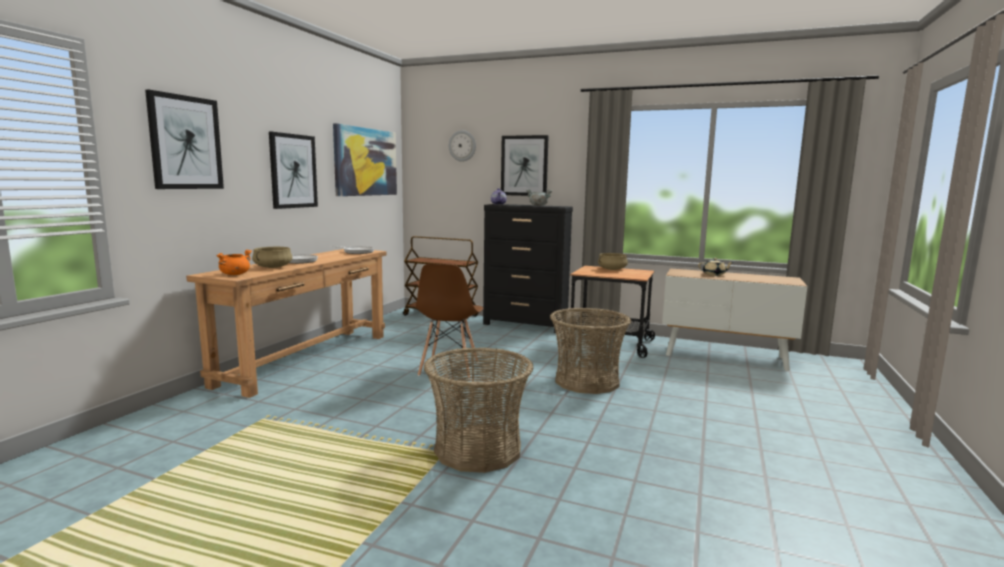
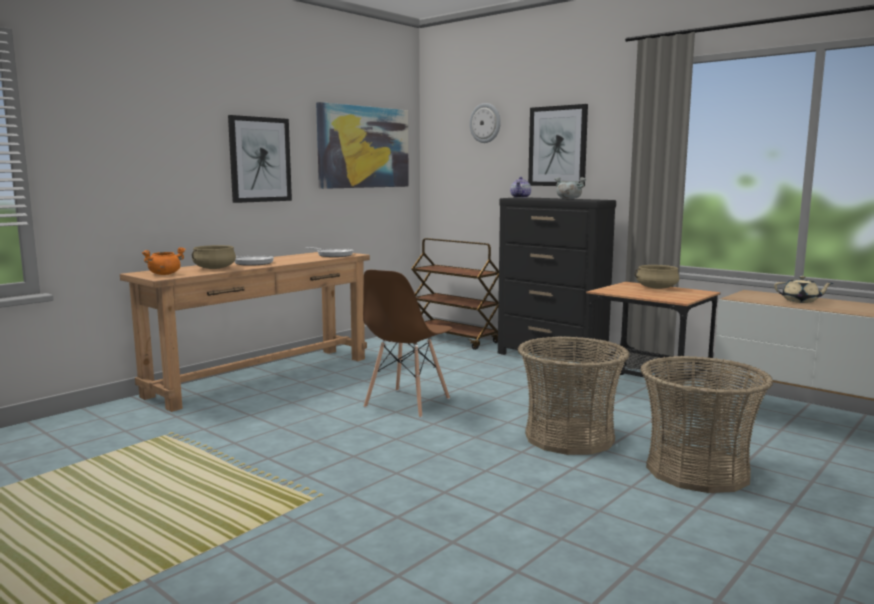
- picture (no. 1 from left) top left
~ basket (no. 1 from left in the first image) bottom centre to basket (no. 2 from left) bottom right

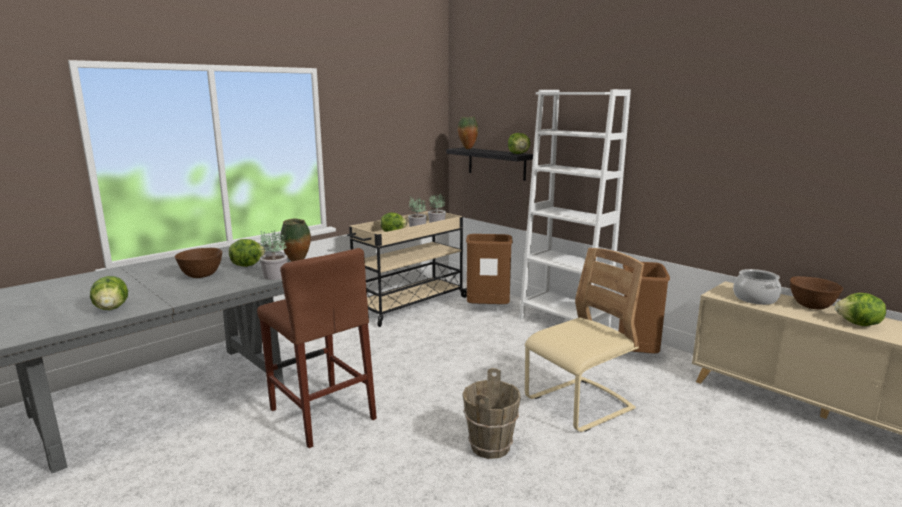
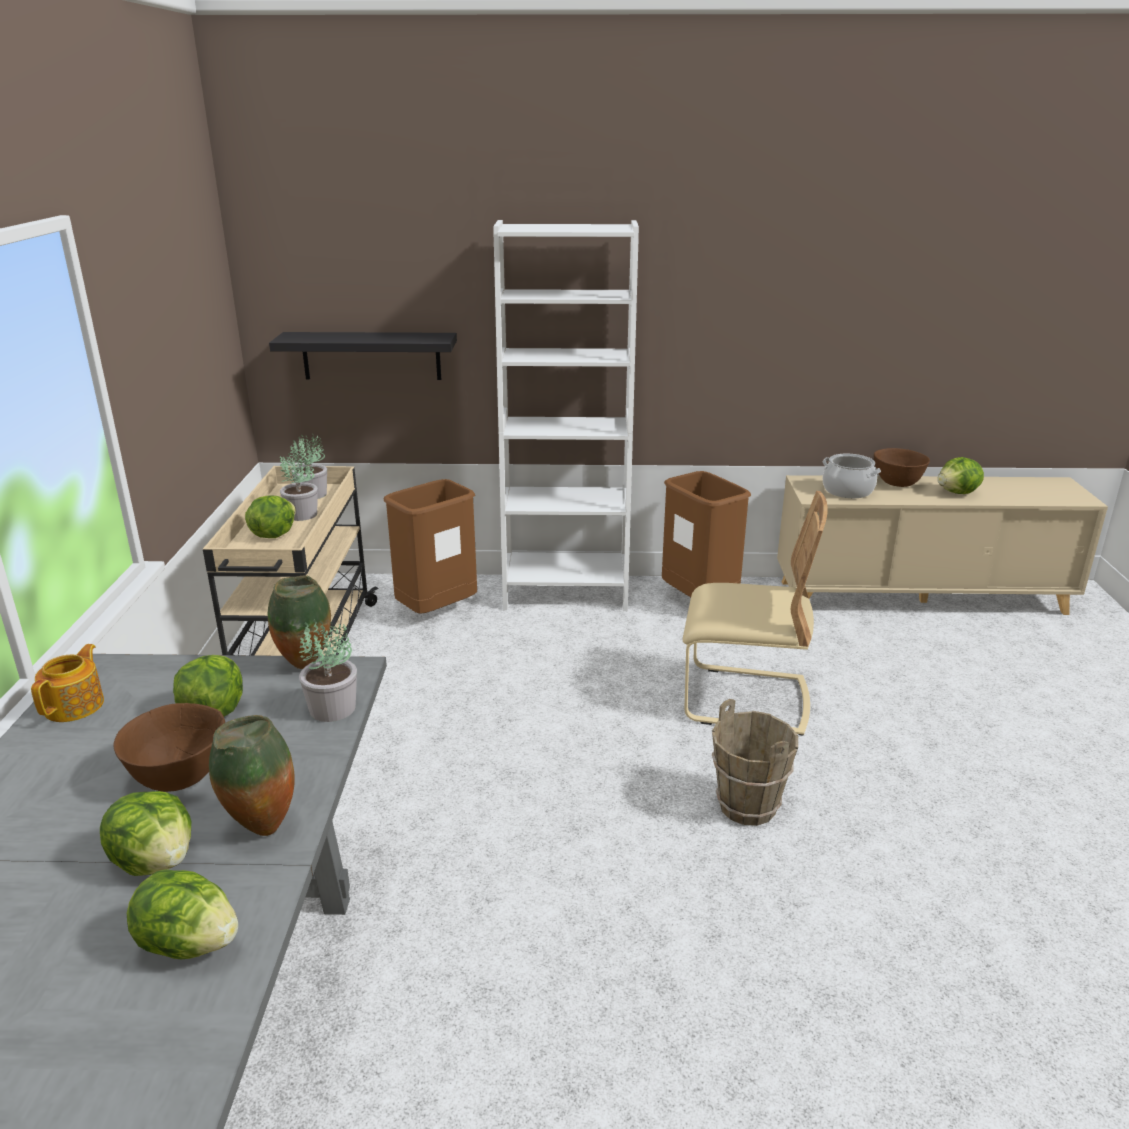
- sitting stool (brown) bottom centre
+ teapot middle left
~ decorative vase (no. 2 from left in the first image) top centre to decorative vase (no. 1 from left) bottom left
~ head of lettuce (no. 4 from left in the first image) top centre to head of lettuce (no. 1 from left) bottom left
~ chair (beige) bottom centre = middle right 90 degrees clockwise

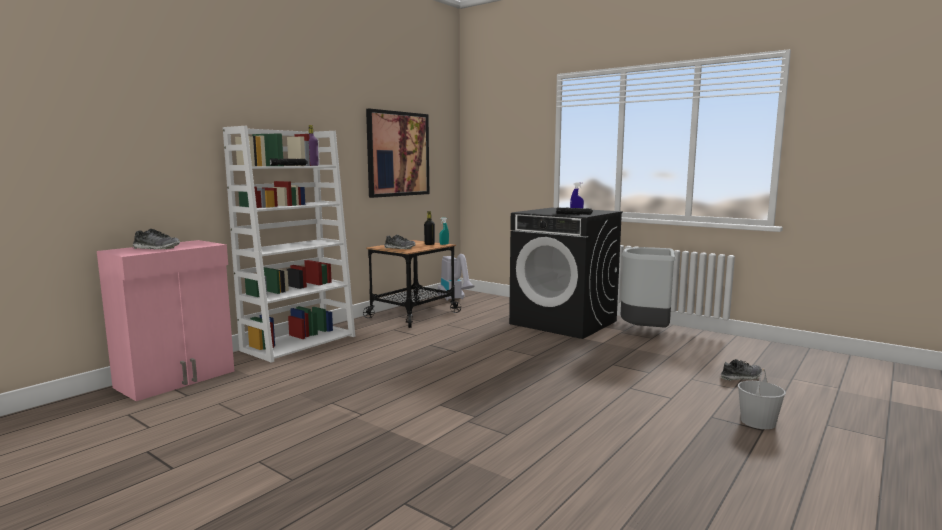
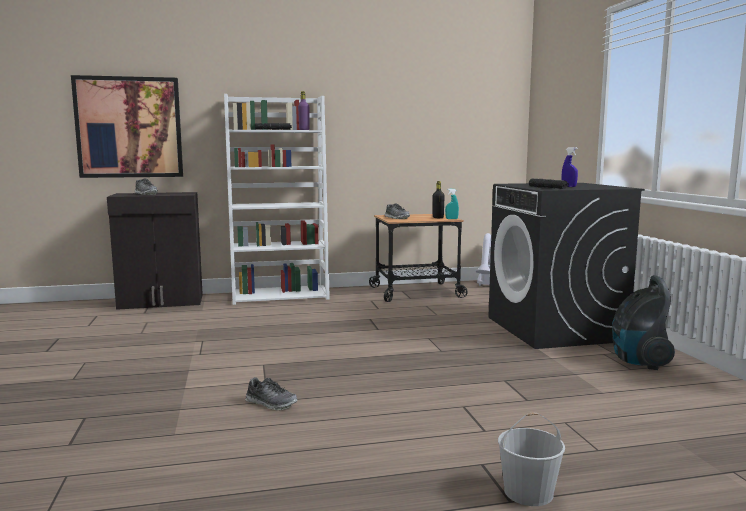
~ picture top centre to top left
~ low shoe (no. 3 from left in the first image) bottom right to low shoe (no. 2 from left) bottom centre
~ trash can (gray) middle right to hoover (no. 2 from left) middle right
~ cabinet (pink-coloured) middle left to cabinet (black) middle left

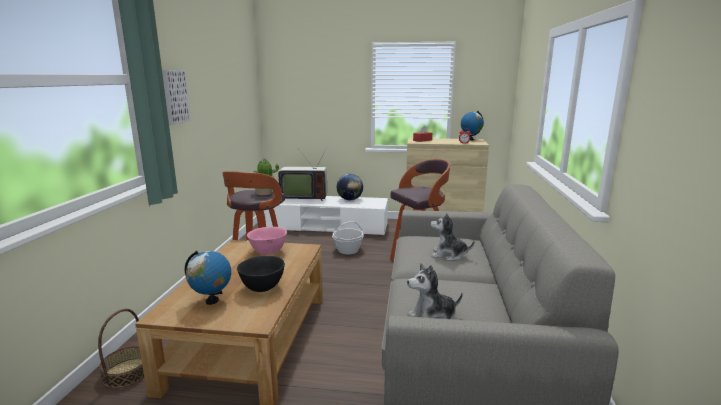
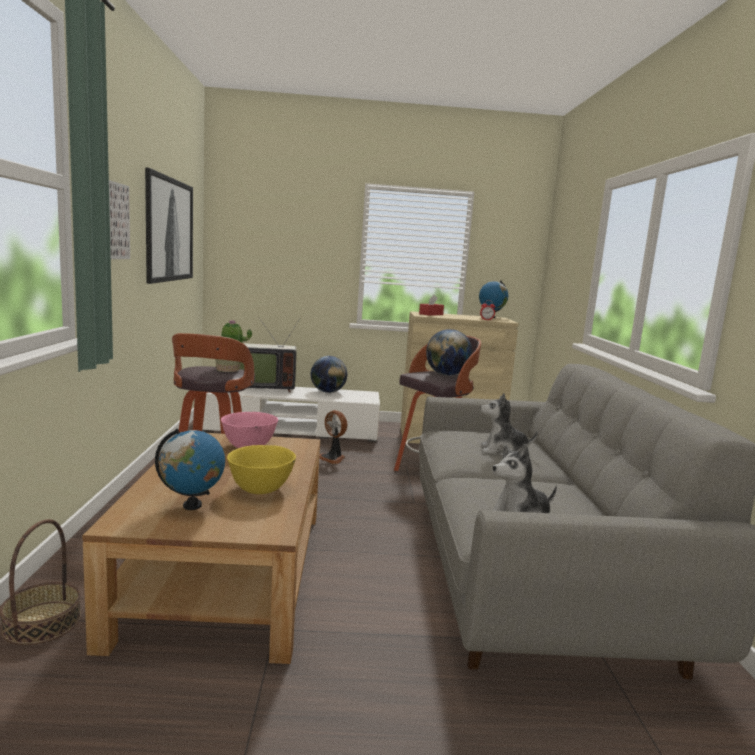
+ picture (no. 2 from left) top left
+ desk globe (no. 3 from left) centre
~ basket (no. 2 from left) centre to fan centre
~ deep dish (black) bottom centre to deep dish (yellow-coloured) centre

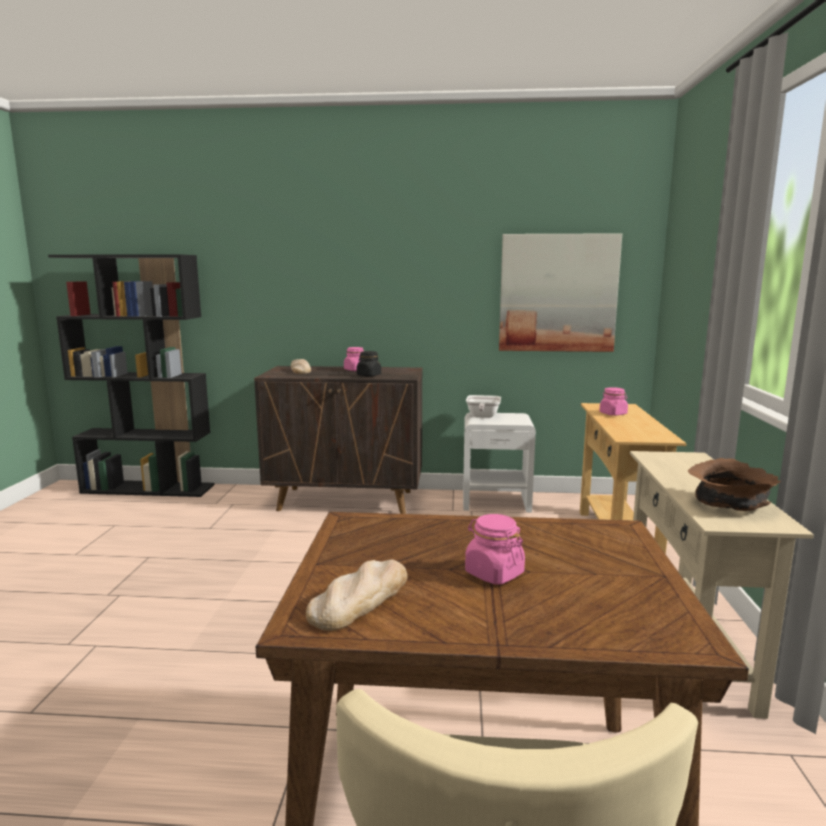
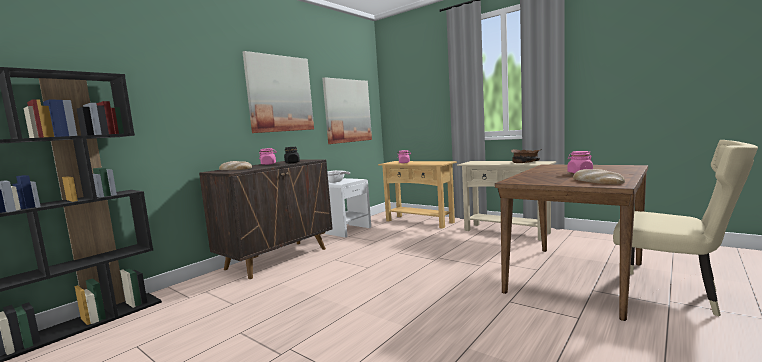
+ picture (no. 1 from left) top centre

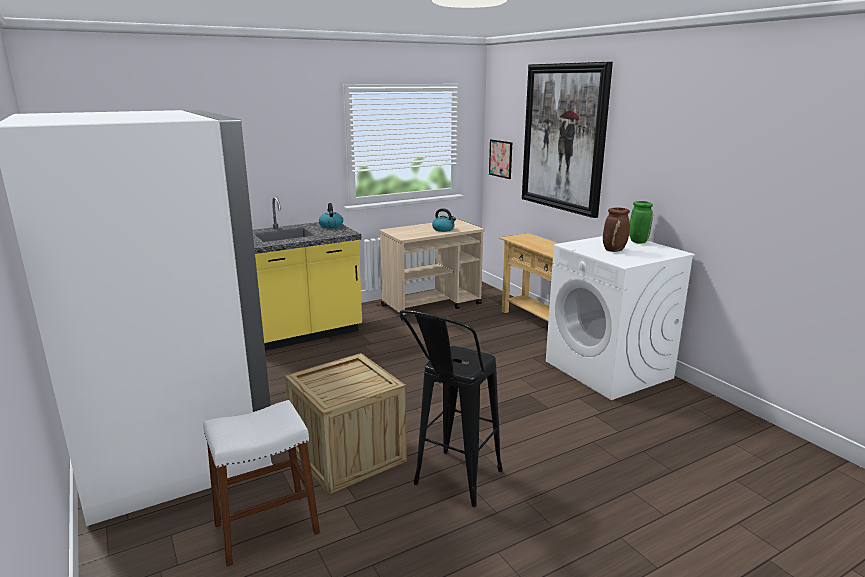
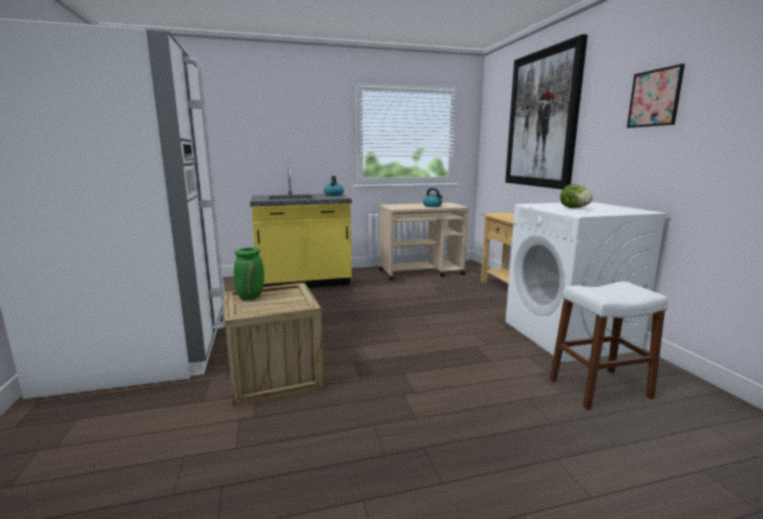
- sitting stool (black) bottom centre
~ sitting stool (white-coloured) bottom left to middle right
~ picture (no. 1 from left in the first image) top centre to picture (no. 2 from left) top right
~ decorative vase (green) middle right to middle left
~ decorative vase (brown) middle right to head of lettuce middle right

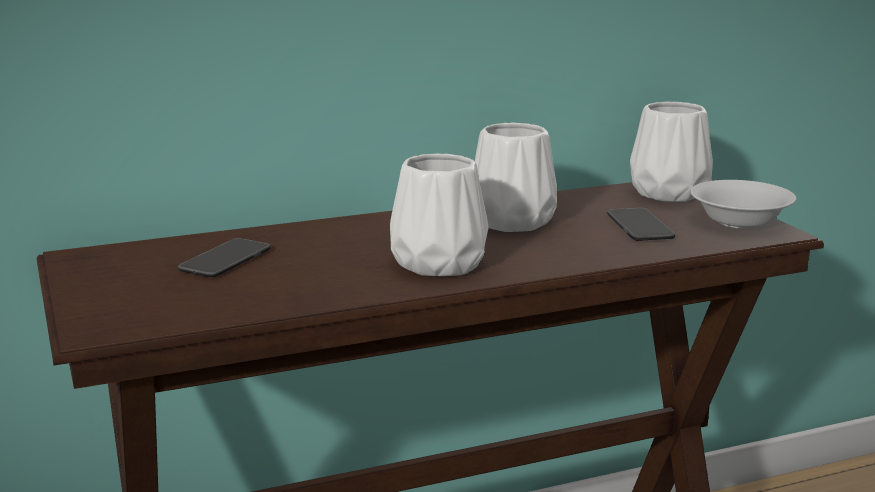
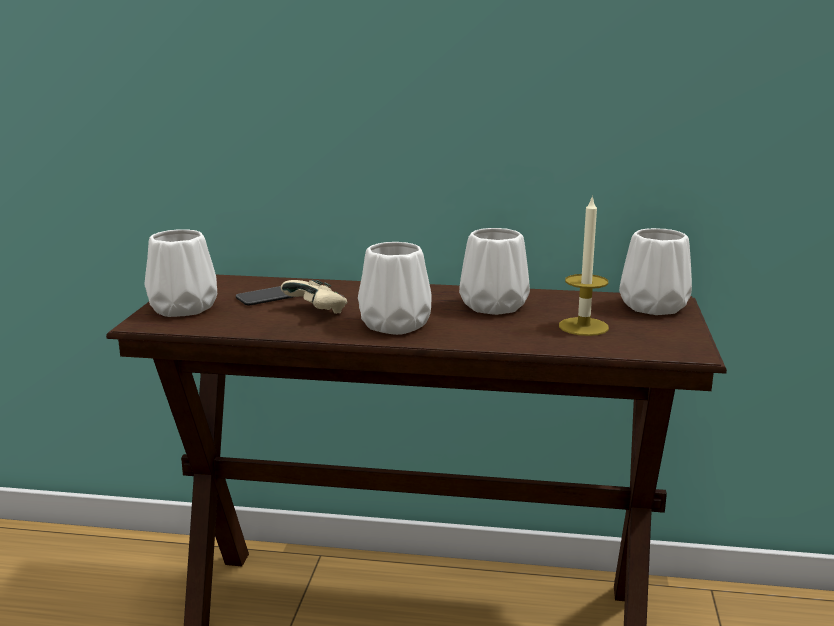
- deep dish (white-coloured) middle right
+ decorative vase (white-coloured) (no. 1 from left) middle left
+ joypad (beige) centre
~ handset (no. 2 from left) middle right to wax light middle right

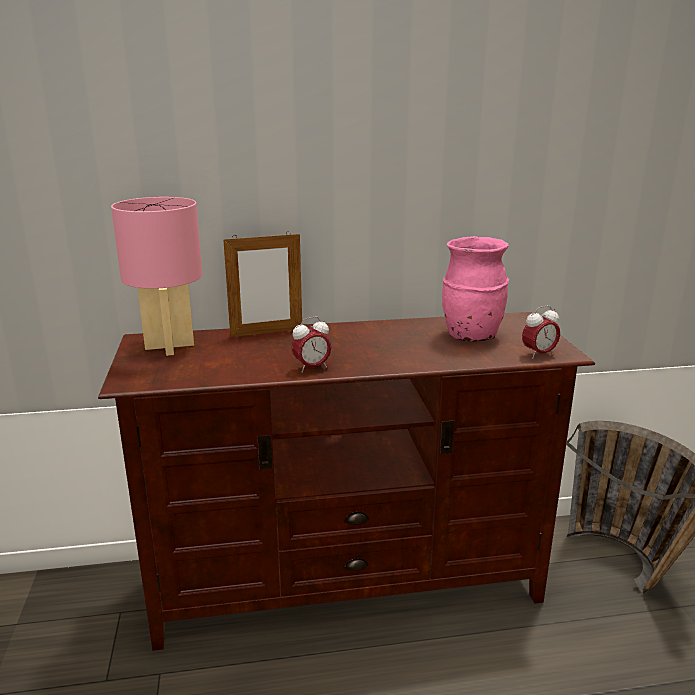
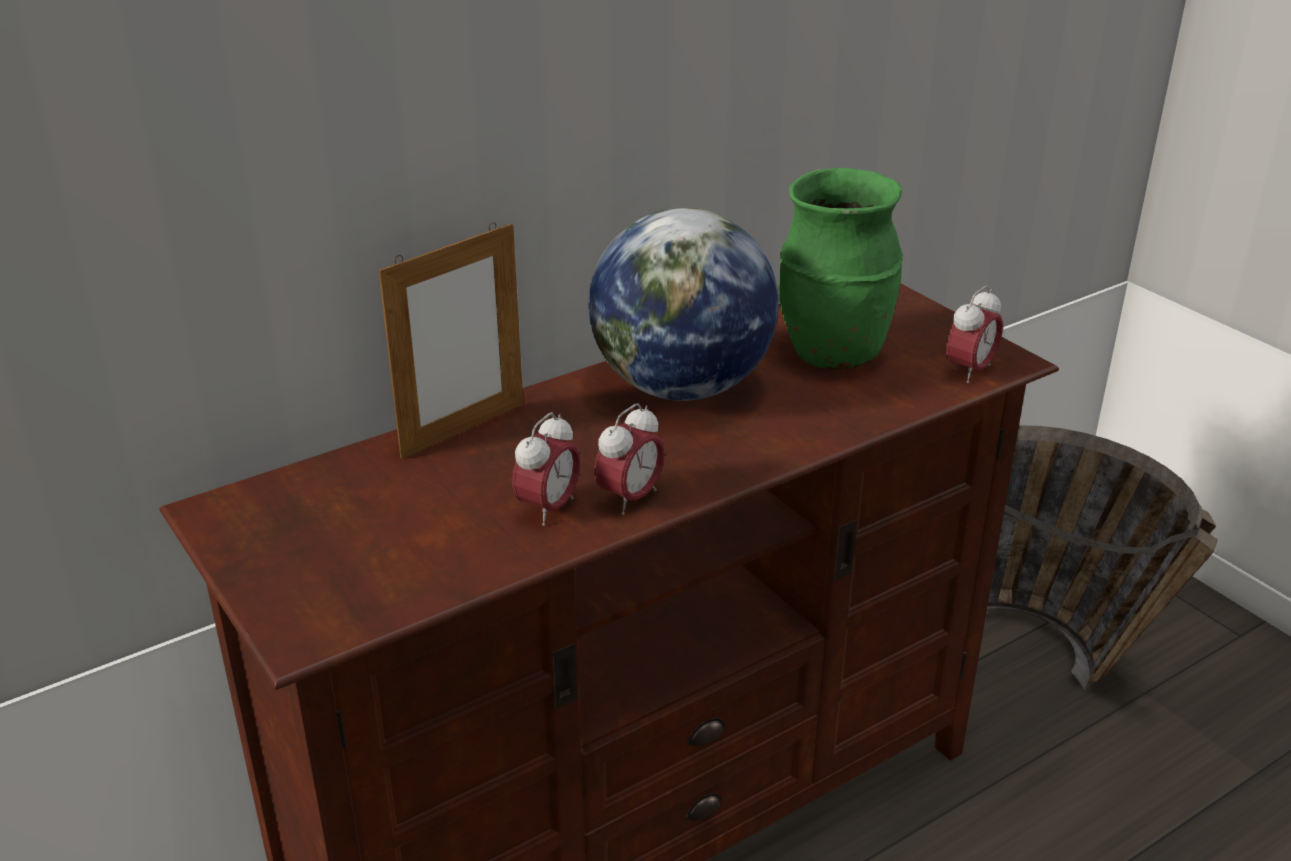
- table lamp (pink-coloured) middle left
+ alarm clock (no. 1 from left) centre
+ desk globe centre
~ decorative vase (pink-coloured) middle right to decorative vase (green) top centre

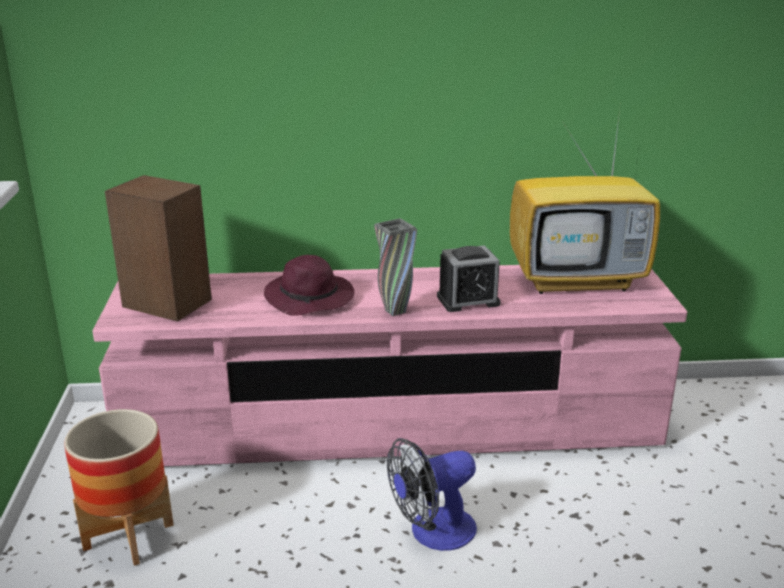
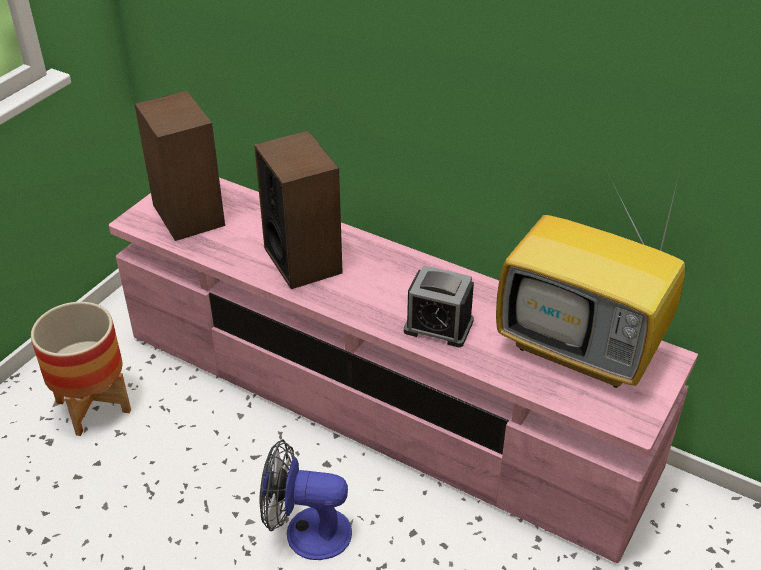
- decorative vase (gray) centre
~ clothing hat (purplish) centre to loudspeaker (no. 2 from left) centre

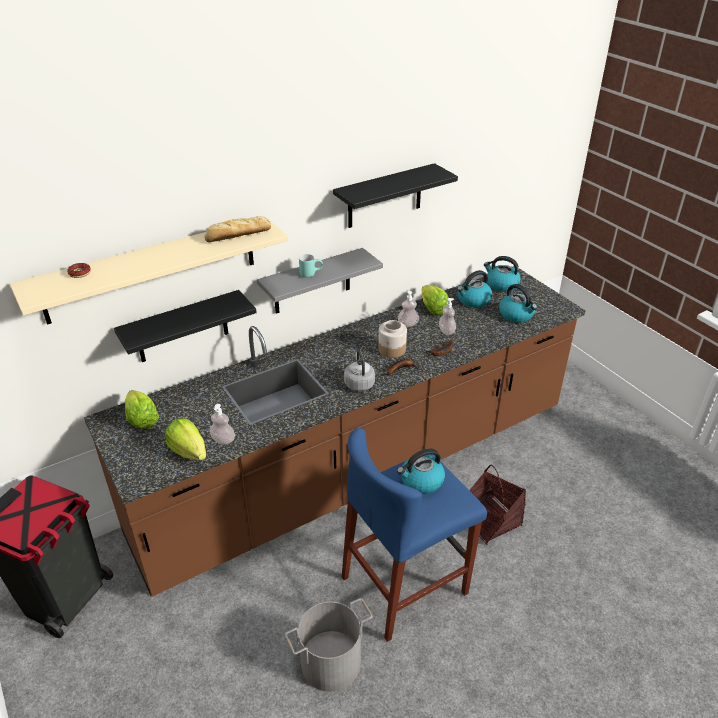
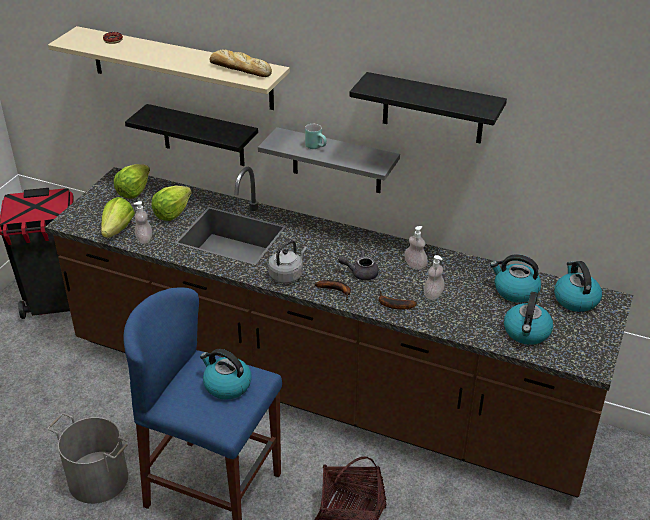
~ head of lettuce (no. 3 from left) centre to middle left
~ storage jar centre to teapot (gray) centre

